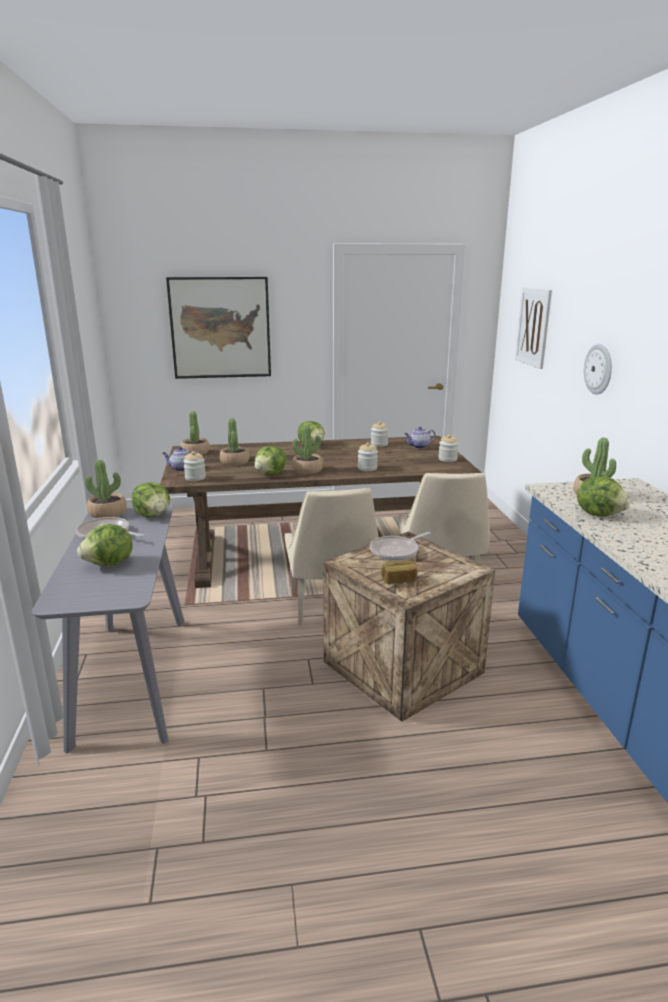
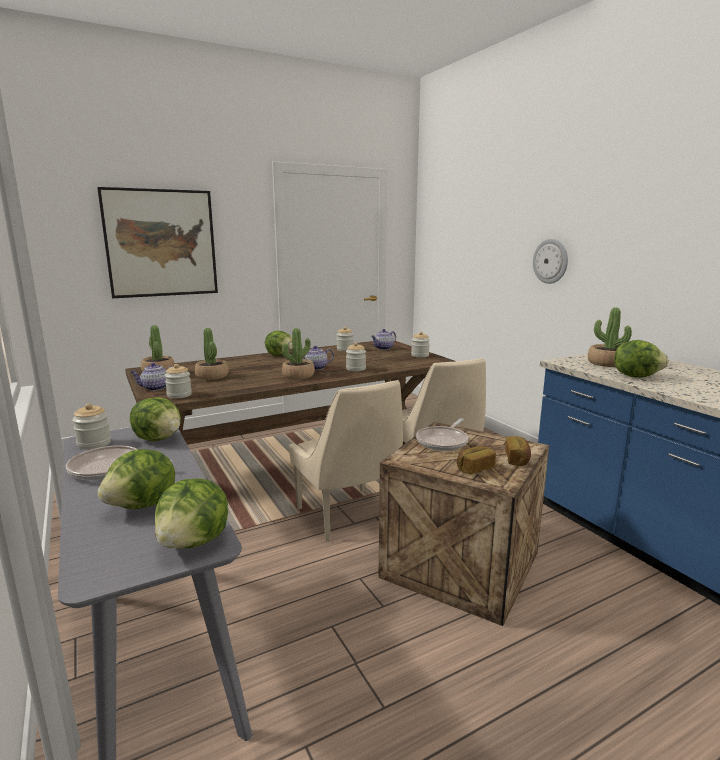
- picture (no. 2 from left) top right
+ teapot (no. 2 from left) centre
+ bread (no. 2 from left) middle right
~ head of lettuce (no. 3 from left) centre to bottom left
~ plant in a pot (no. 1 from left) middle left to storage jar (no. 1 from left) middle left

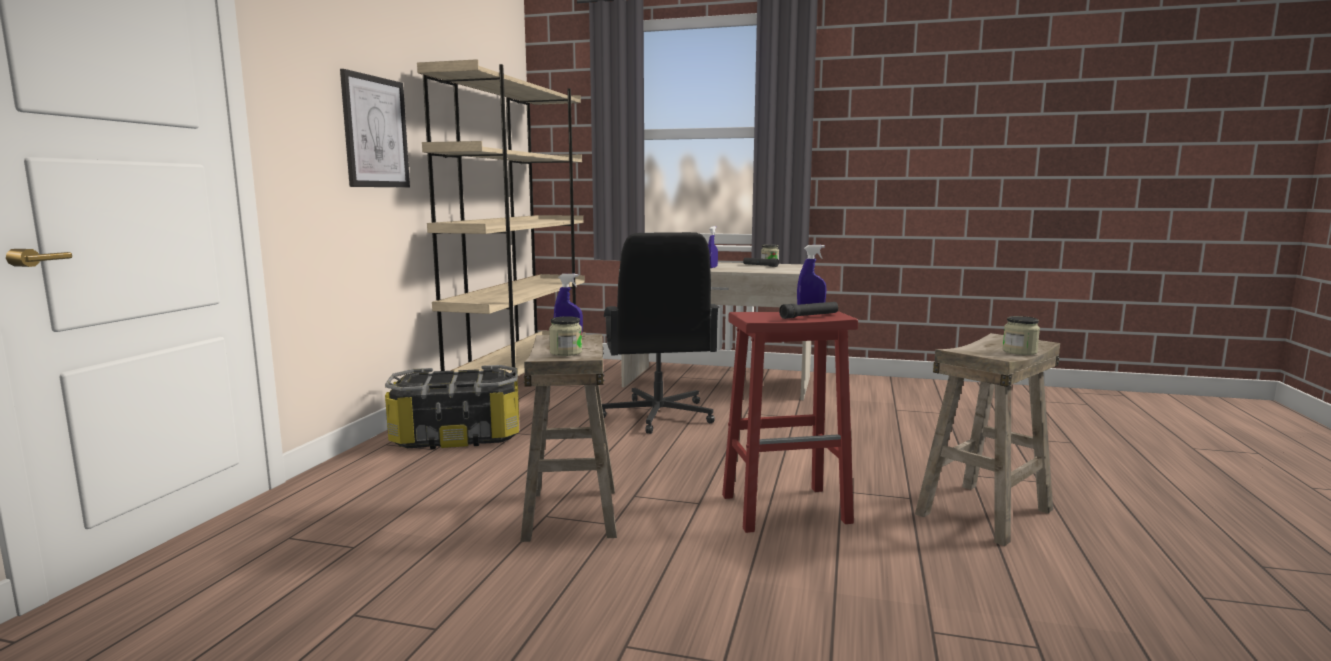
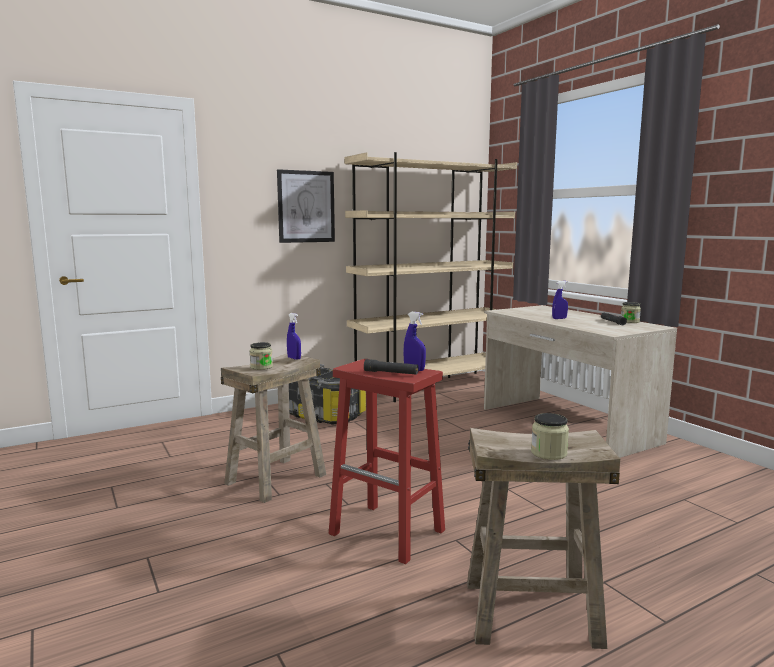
- office chair (black) centre

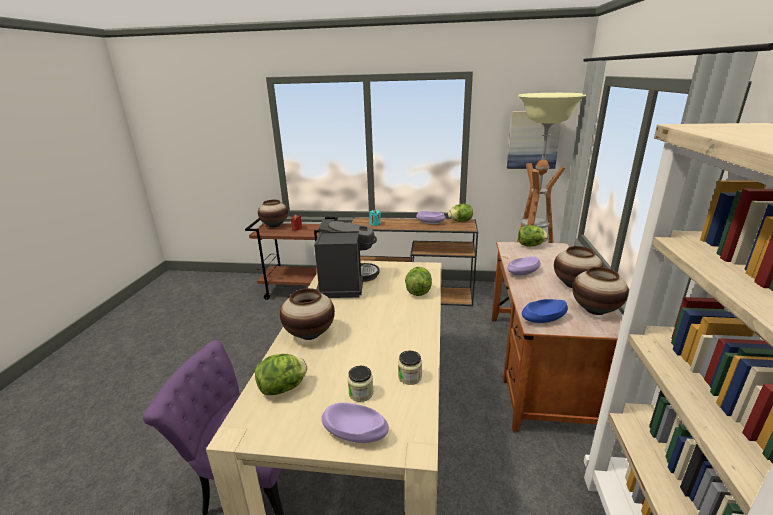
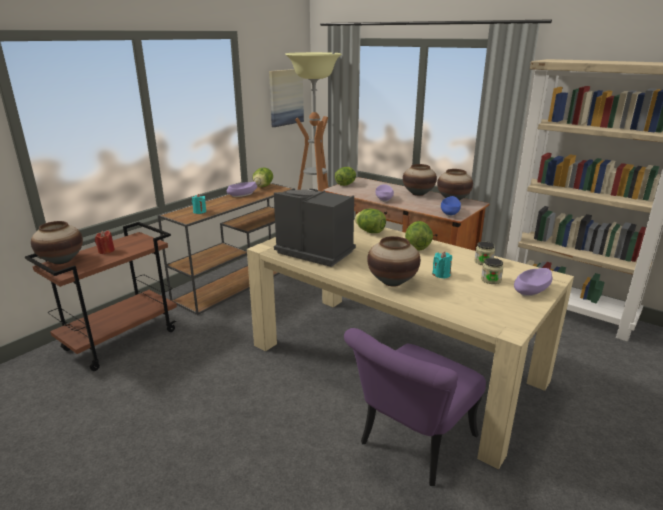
+ wax light (blue-green) (no. 2 from left) middle right
~ head of lettuce (no. 1 from left in the first image) bottom centre to head of lettuce (no. 4 from left) centre

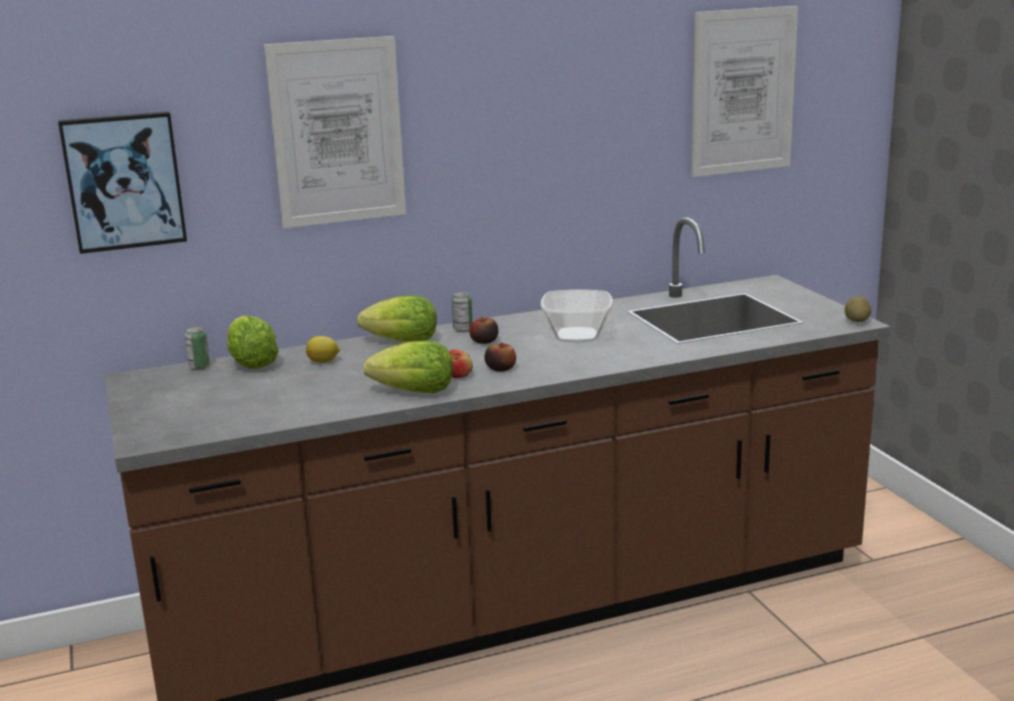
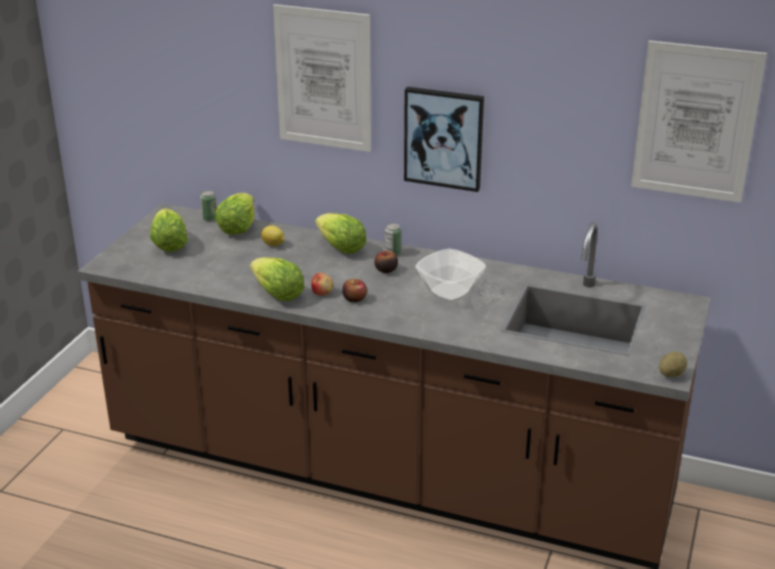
+ head of lettuce (no. 1 from left) middle left
~ picture (no. 1 from left in the first image) top left to picture (no. 2 from left) top centre

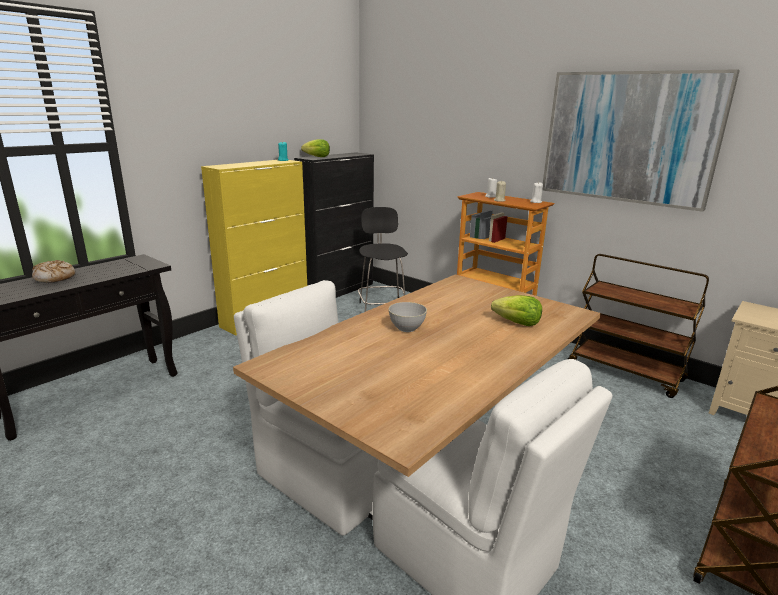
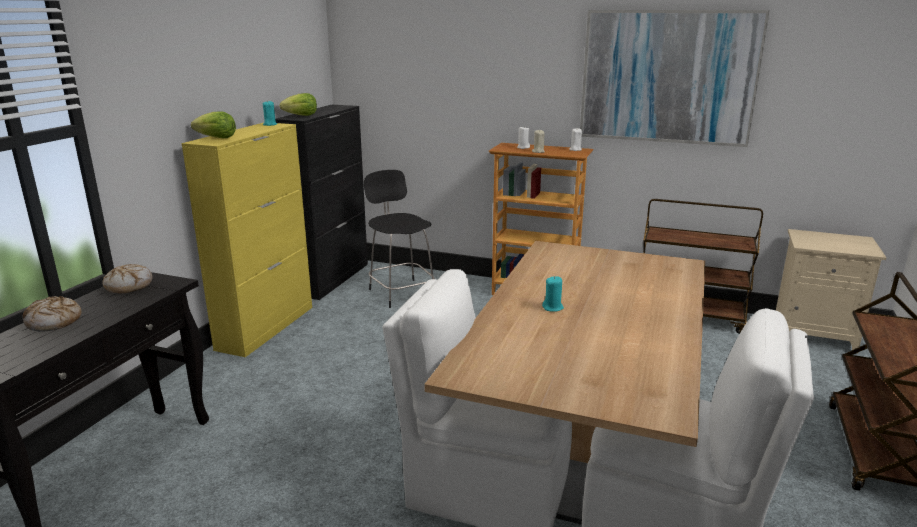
+ bread (no. 2 from left) middle left
~ head of lettuce (no. 2 from left in the first image) centre to head of lettuce (no. 1 from left) top left
~ deep dish (gray) centre to wax light (blue-green) (no. 2 from left) centre

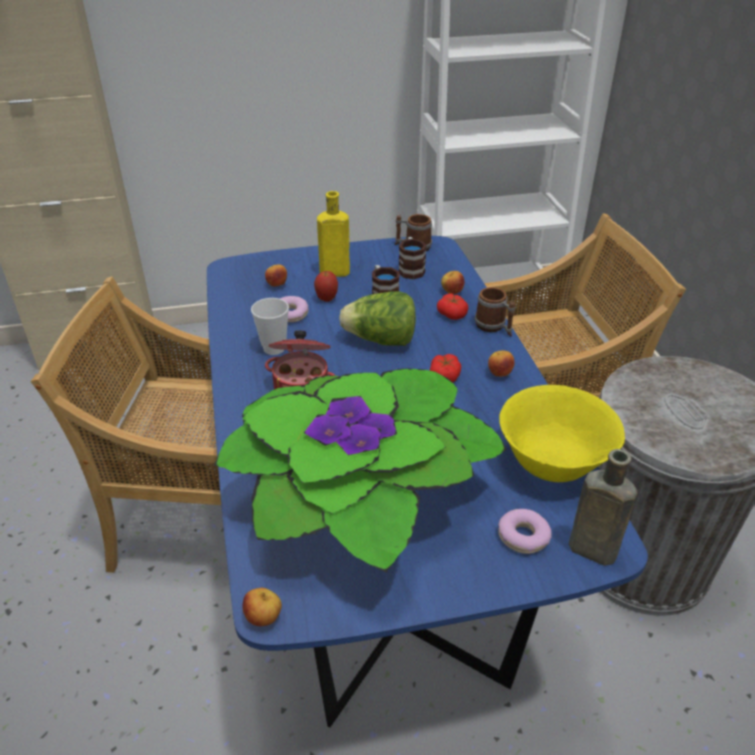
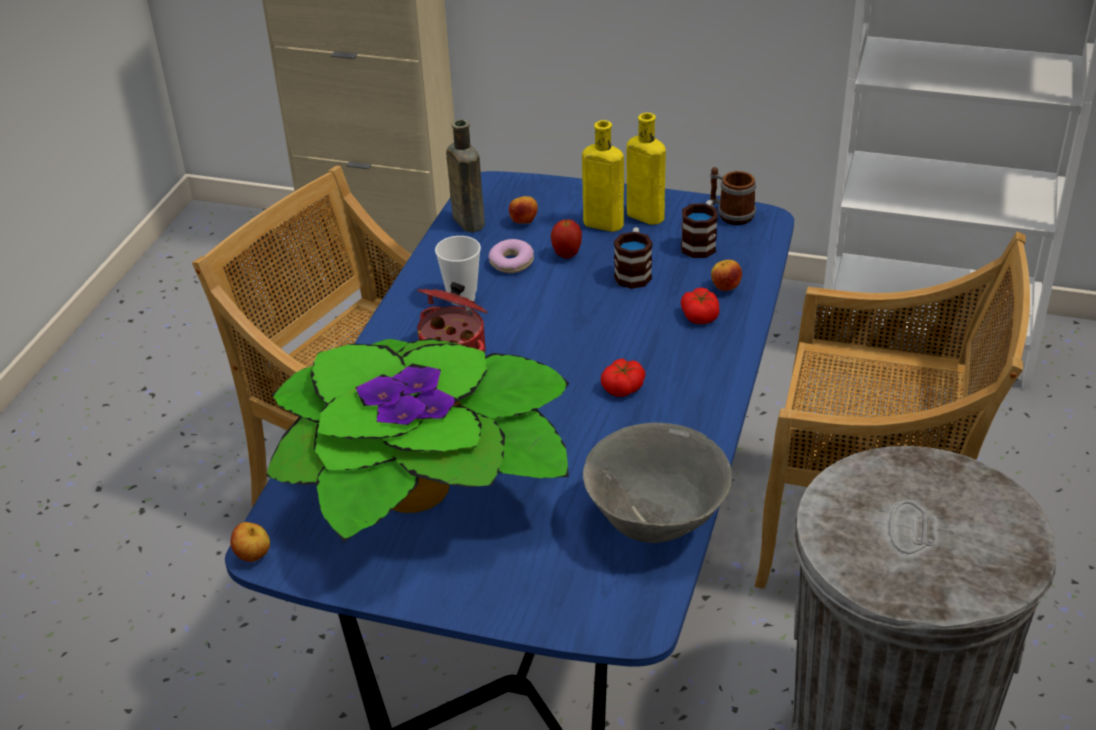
- head of lettuce centre
- tea mug (no. 4 from left) centre
- whole apple (no. 5 from left) centre
- doughnut (no. 2 from left) bottom right
+ drink bottle (yellow-coloured) (no. 2 from left) top centre
~ drink bottle (brown) bottom right to top centre
~ deep dish (yellow-coloured) middle right to deep dish (gray) centre

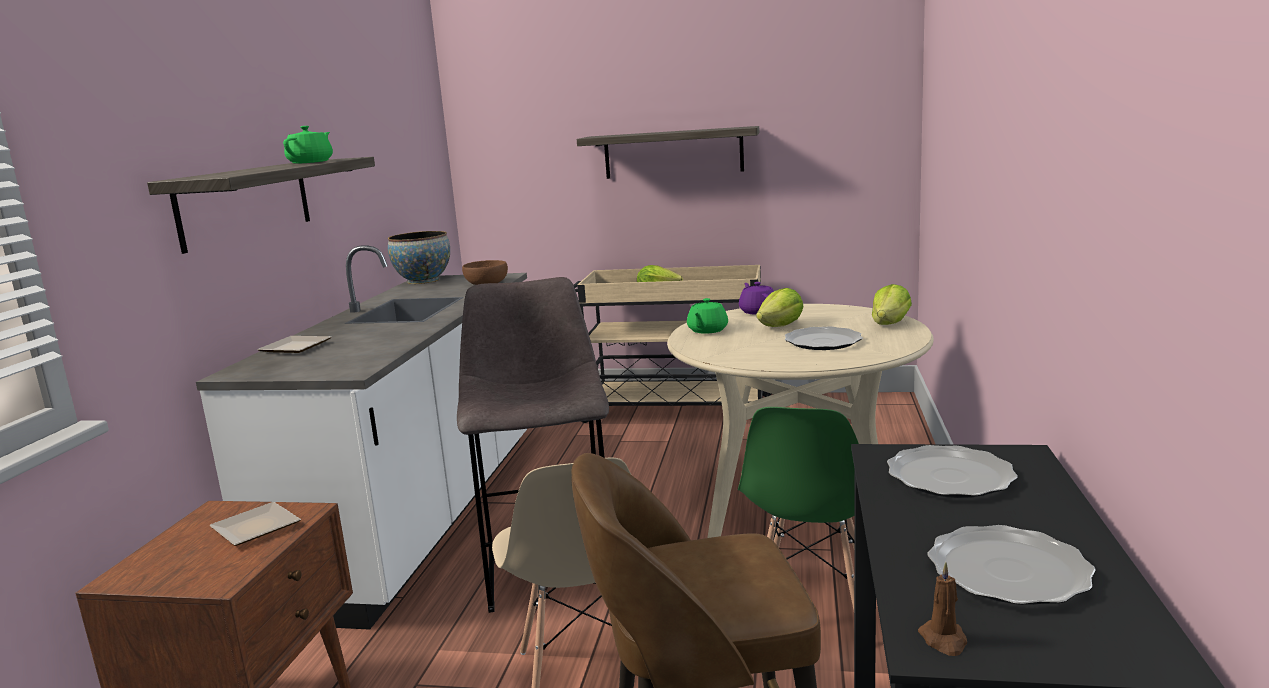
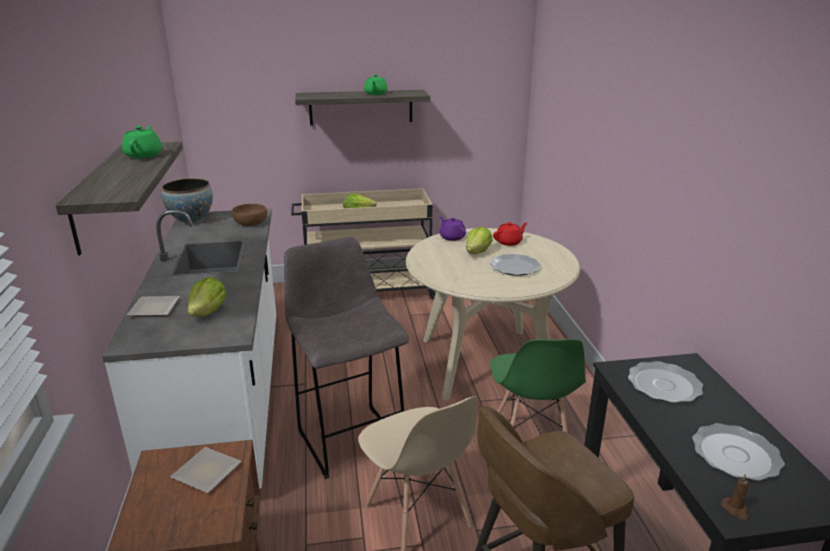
+ teapot (red-coloured) centre
~ teapot (green) (no. 2 from left) centre to top centre
~ head of lettuce (no. 3 from left in the first image) middle right to head of lettuce (no. 1 from left) middle left

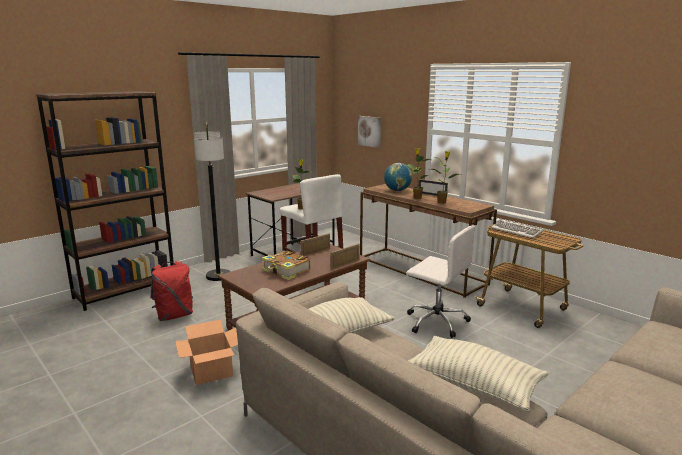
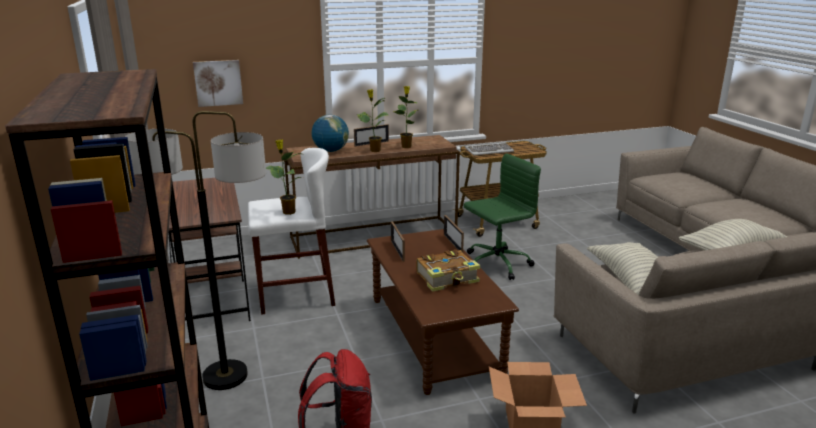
~ office chair (white-coloured) centre to office chair (green) centre

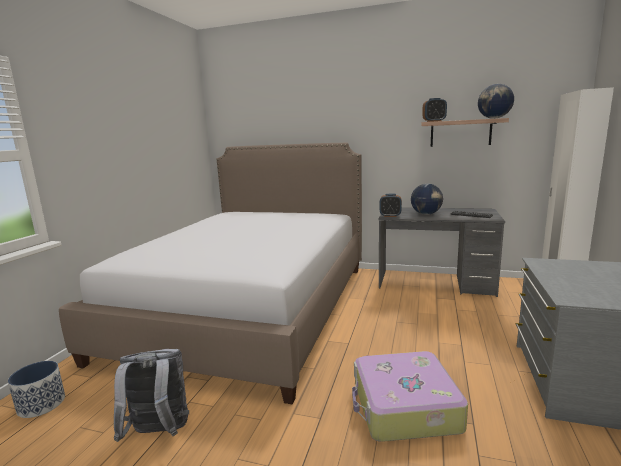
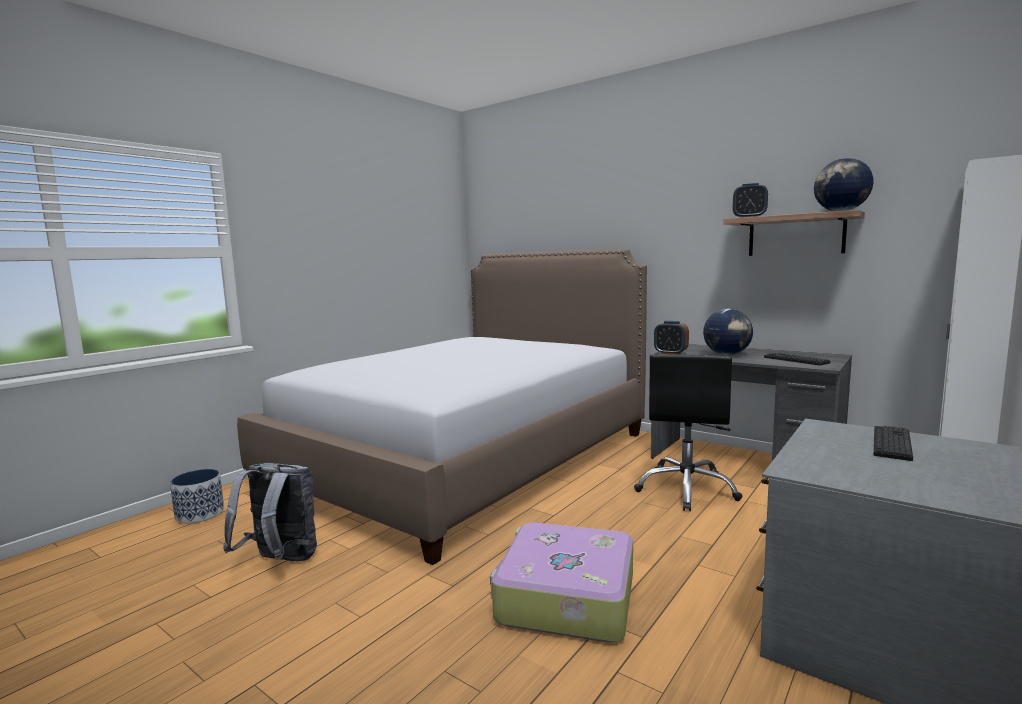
+ office chair (black) middle right
+ computer keyboard (no. 2 from left) middle right

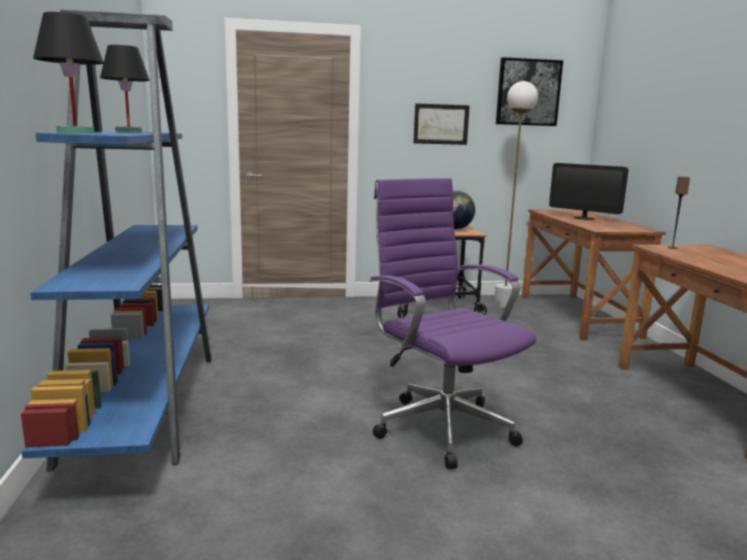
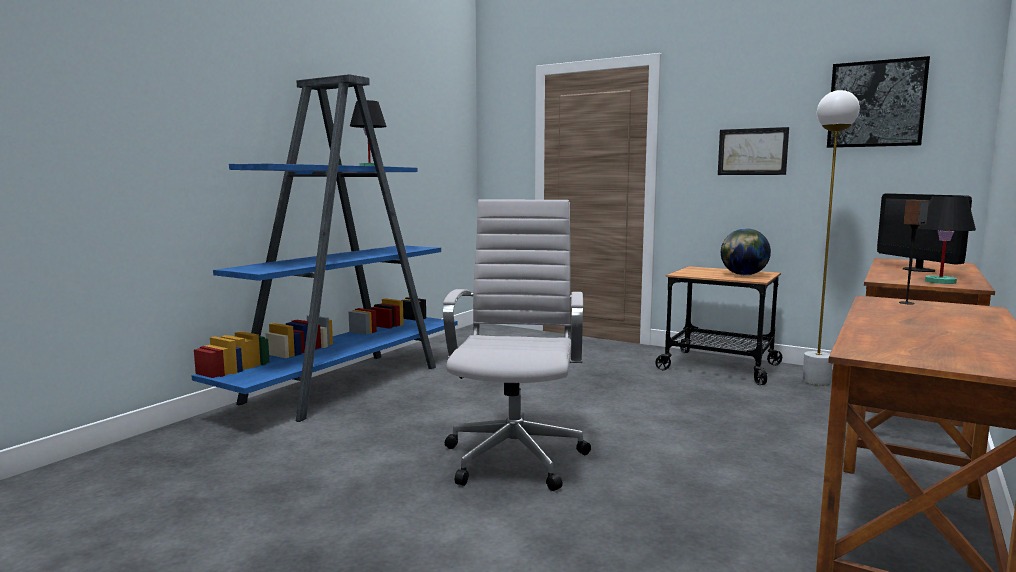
~ table lamp (black) (no. 1 from left in the first image) top left to table lamp (black) (no. 2 from left) middle right
~ office chair (purplish) centre to office chair (white-coloured) centre

